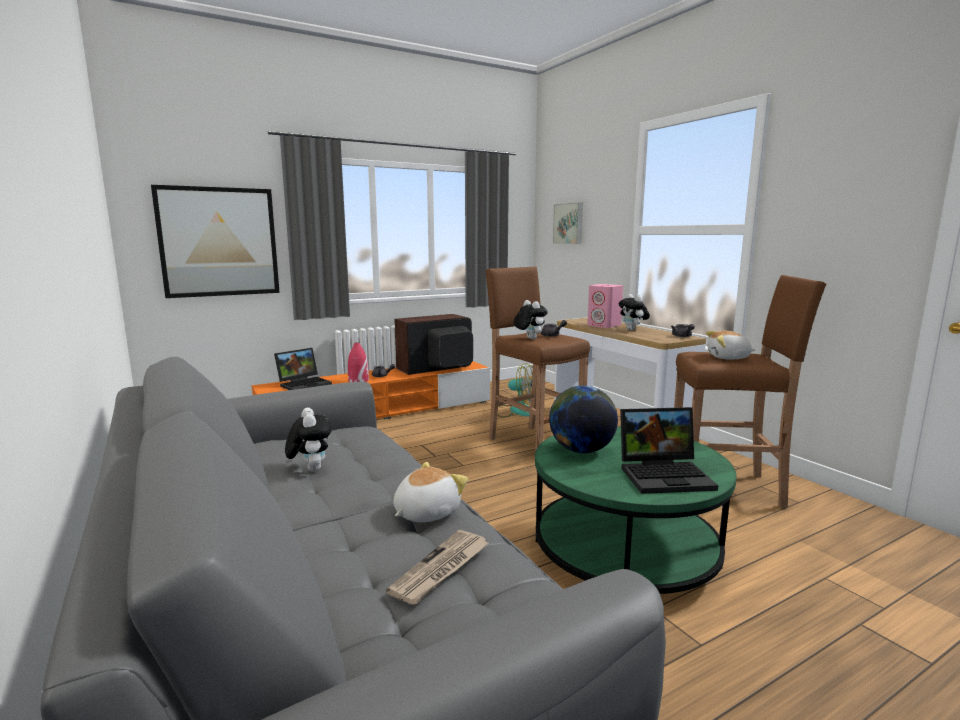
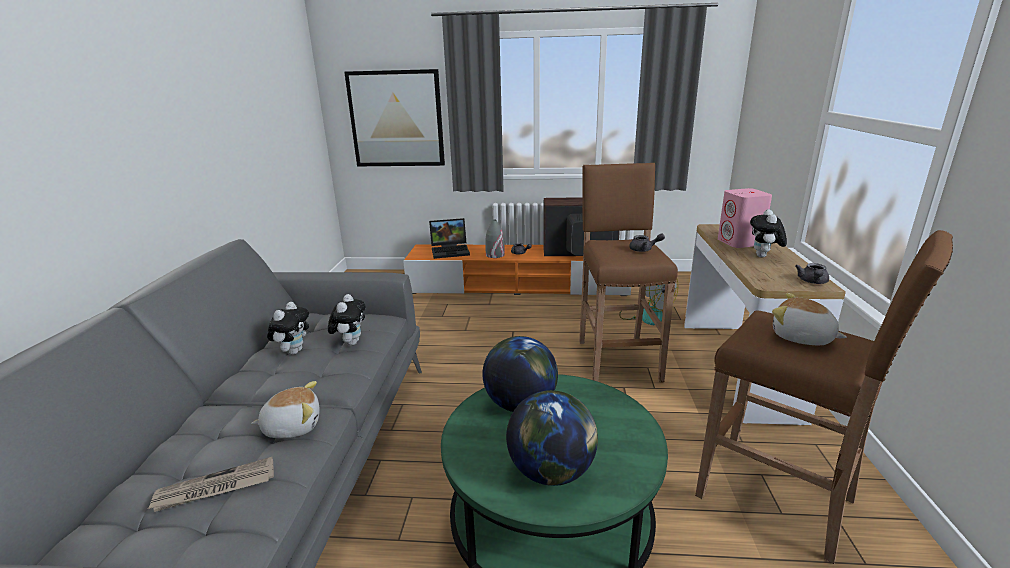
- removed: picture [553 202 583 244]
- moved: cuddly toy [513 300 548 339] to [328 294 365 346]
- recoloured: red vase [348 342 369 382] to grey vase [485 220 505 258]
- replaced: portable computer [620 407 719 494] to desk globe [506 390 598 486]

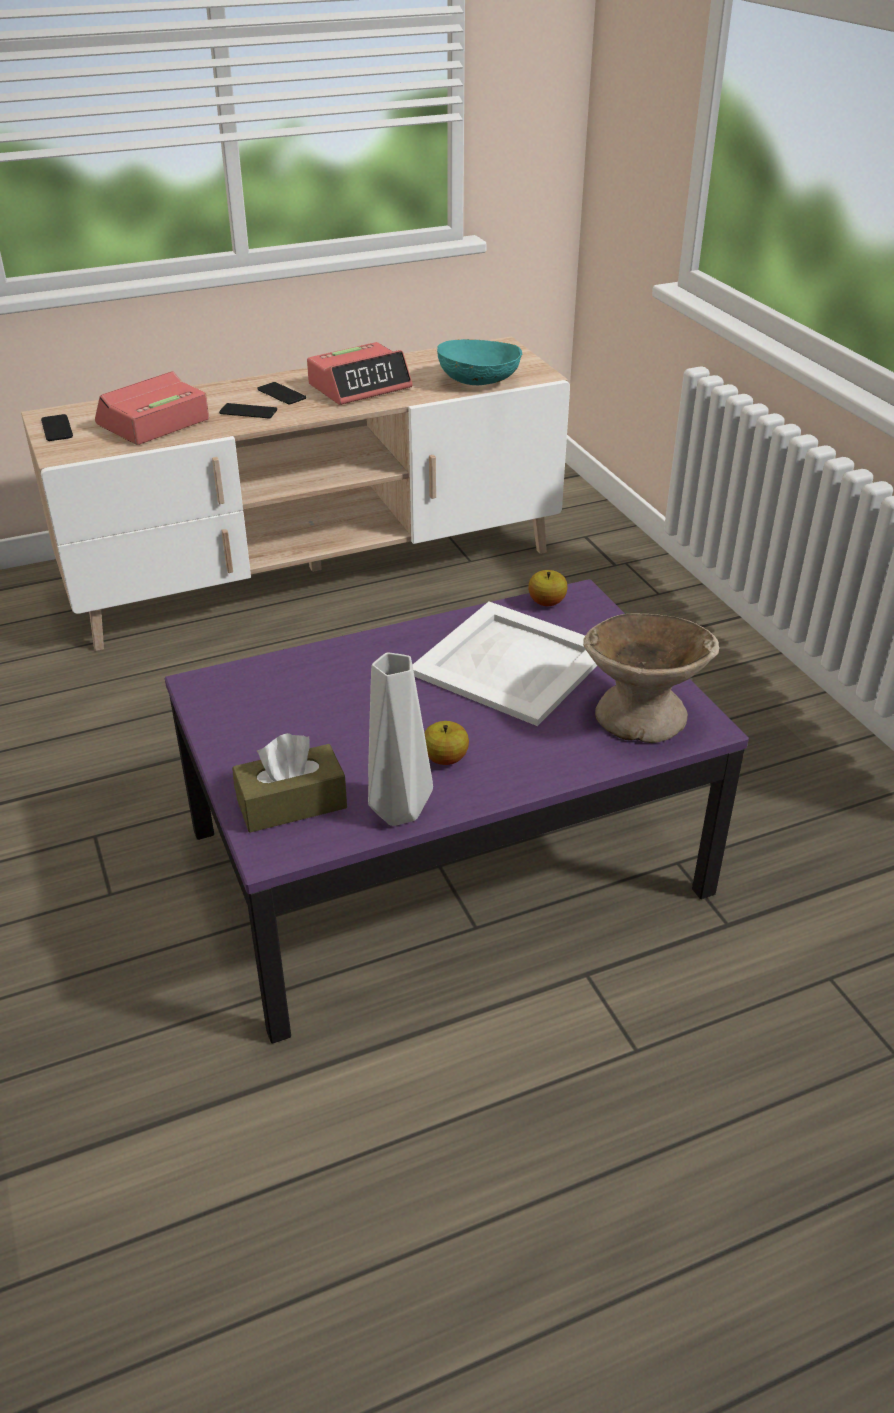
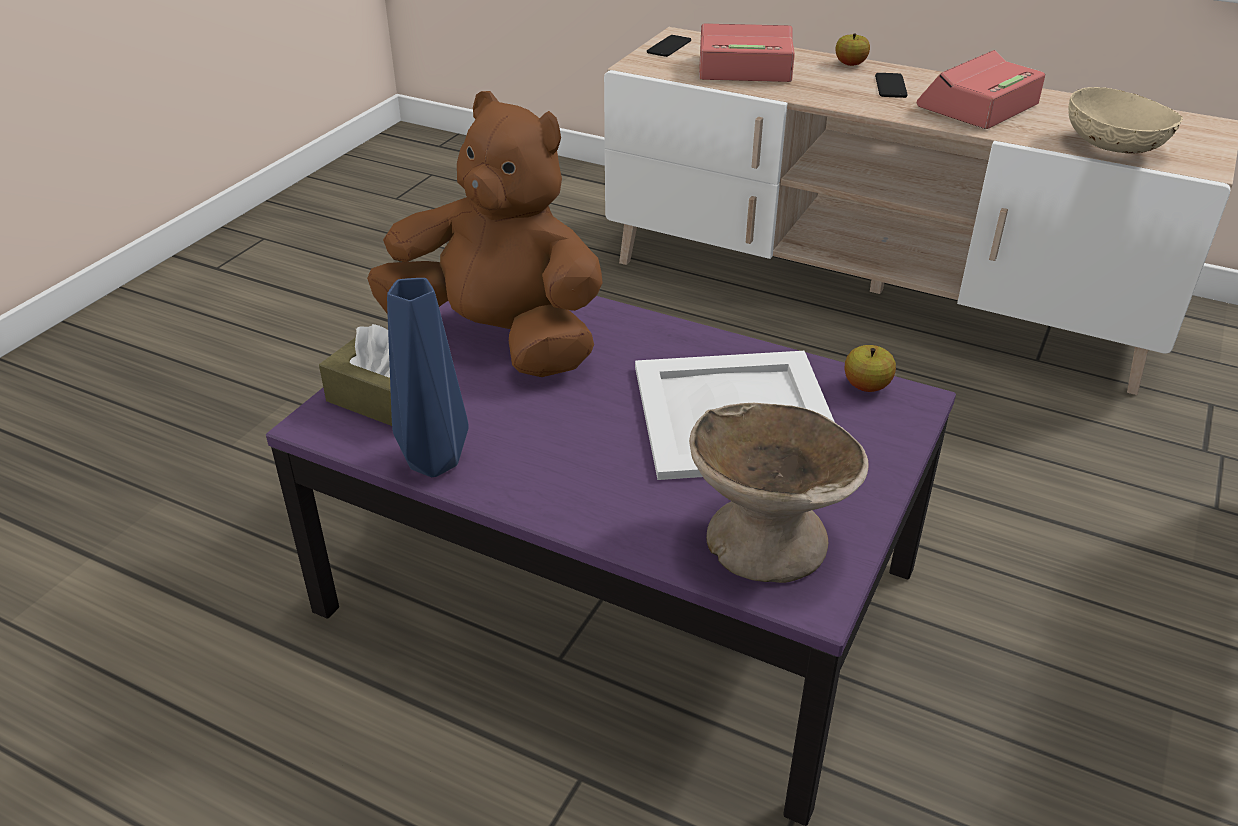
- recoloured: blue-green serving bowl [437 339 523 385] to beige-coloured serving bowl [1068 87 1183 153]
- turned: bedside clock [307 342 413 405] = [917 50 1045 129] 120 degrees clockwise
- removed: phone [219 403 277 419]
- recoloured: grey vase [368 653 433 826] to blue-coloured vase [387 278 469 477]
- moved: apple fruit [424 721 469 765] to [835 34 870 66]
- added: brown-coloured cuddly toy [367 91 603 377]

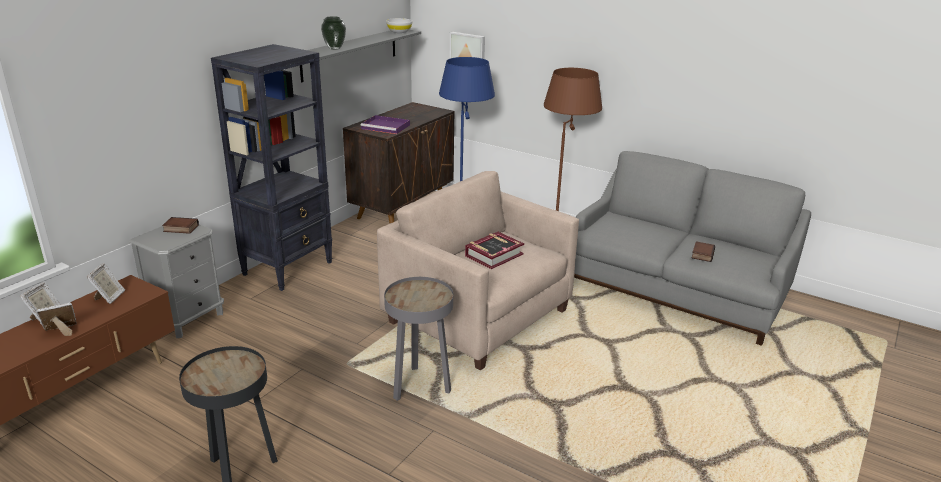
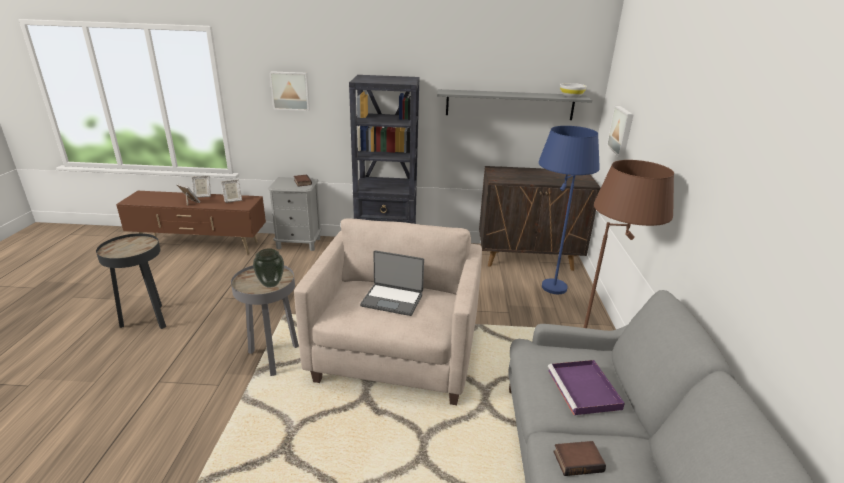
- moved: vase [321 16 346 50] to [253 248 284 288]
- moved: purple-coloured tray [361 115 410 134] to [548 360 625 415]
- replaced: volume [465 232 524 269] to portable computer [360 250 424 316]
- added: picture [269 71 310 111]

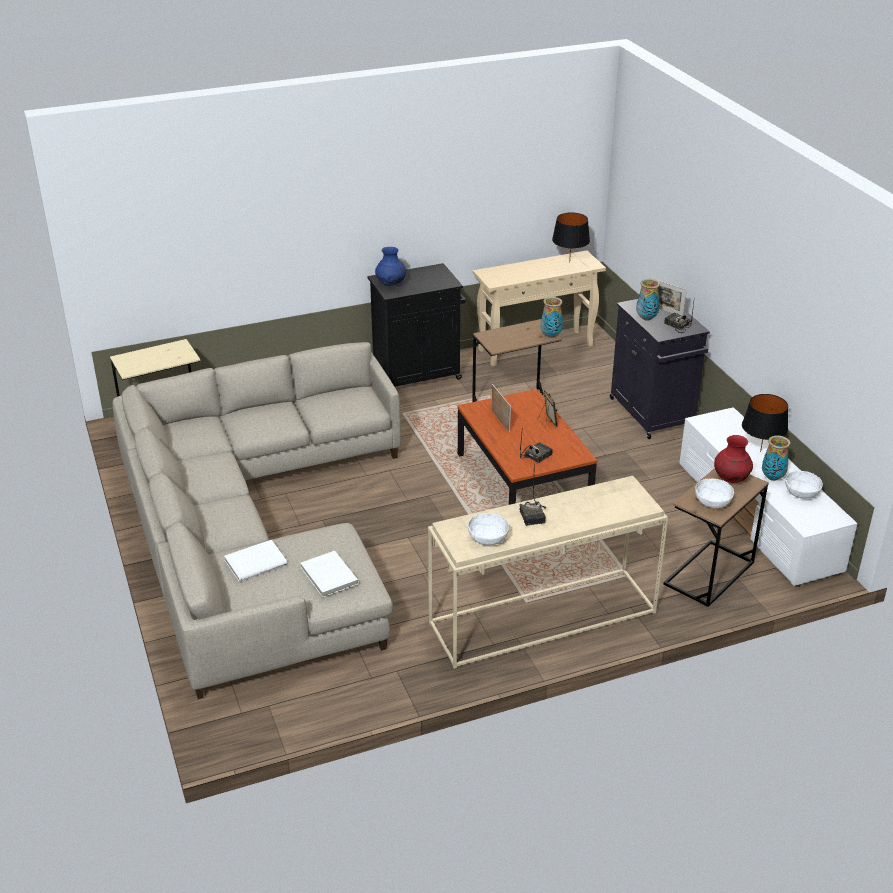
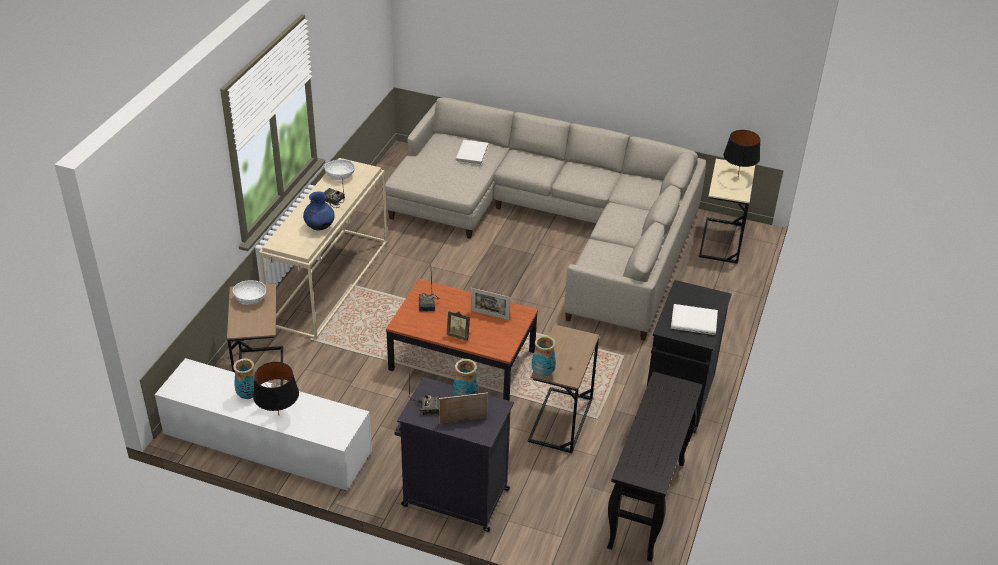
- moved: black tabletop lamp [552 212 590 263] to [723 130 760 176]
- moved: blue-coloured vase [375 247 406 286] to [303 192 335 231]
- recoloured: beige-coloured narrow table [473 250 606 367] to black narrow table [607 372 702 562]
- removed: red vase [714 435 753 483]
- removed: whitish serving bowl [785 471 823 499]
- moved: whitish volume [301 551 359 597] to [671 304 718 335]

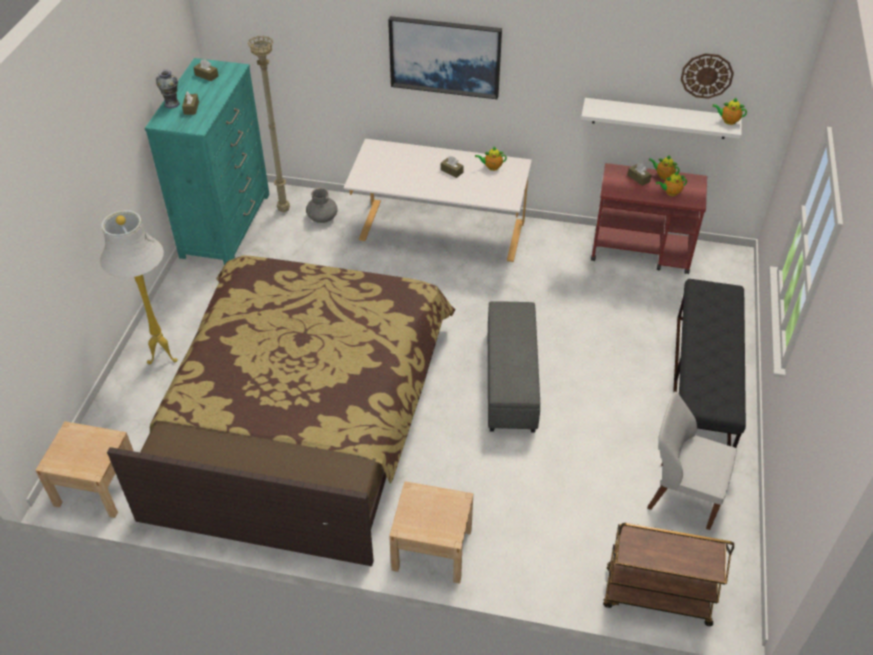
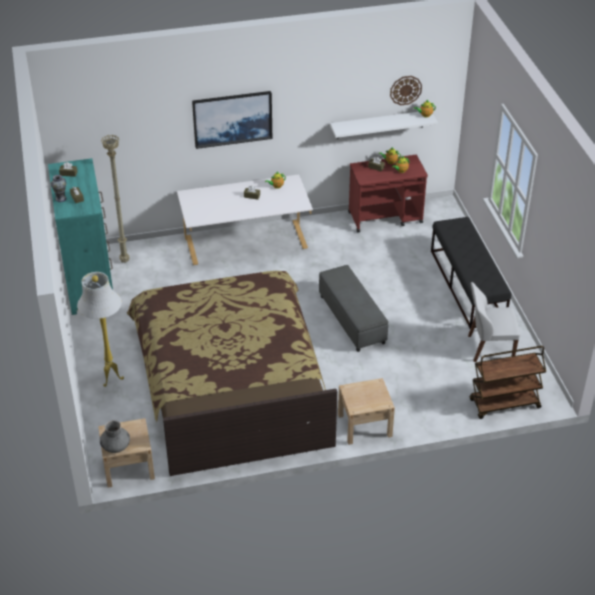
- moved: grey vase [306 188 337 223] to [100 420 130 453]

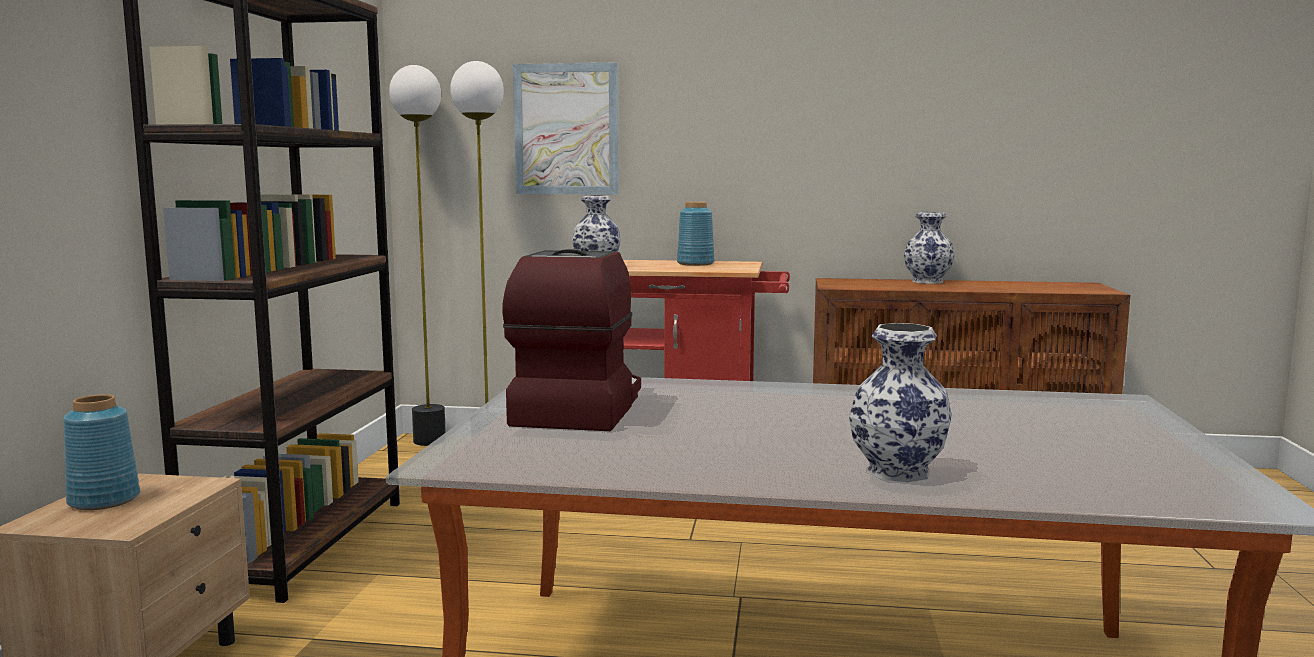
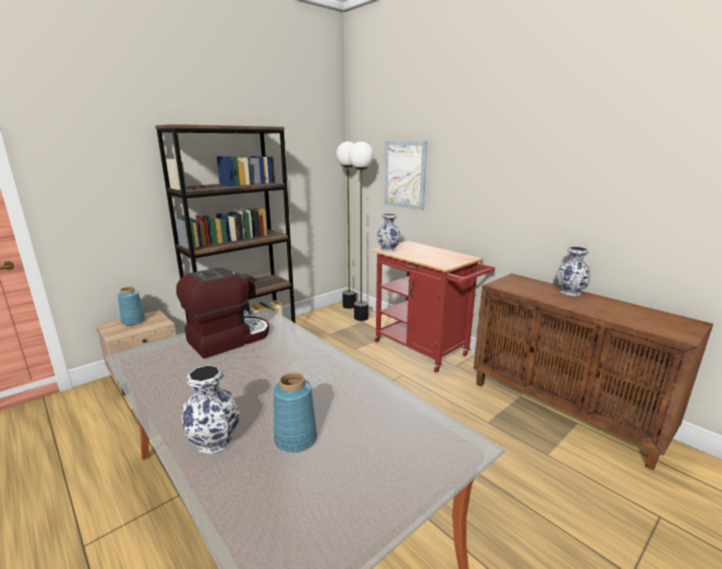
- moved: blue-coloured vase [677 202 714 266] to [273 372 317 452]

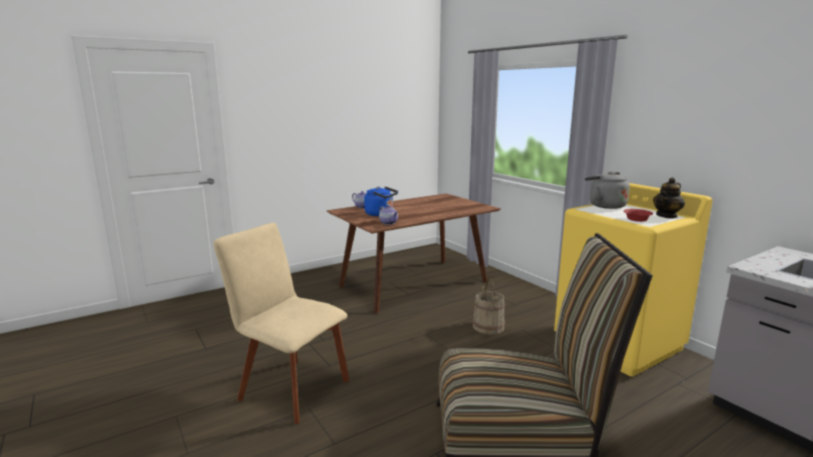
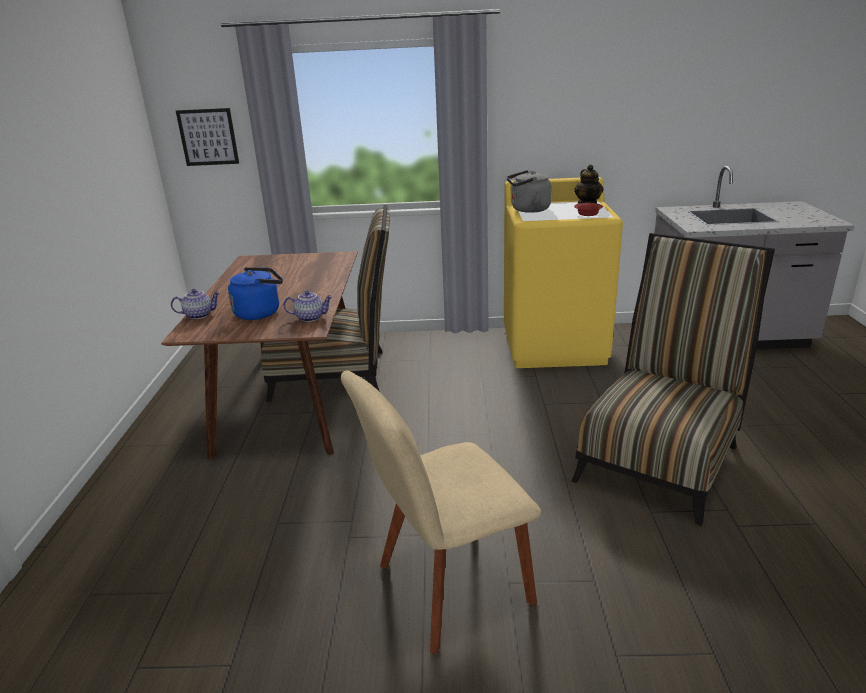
- removed: beige-coloured pail [473 278 505 335]
- added: picture [176 108 239 166]
- added: upright chair [261 205 390 402]

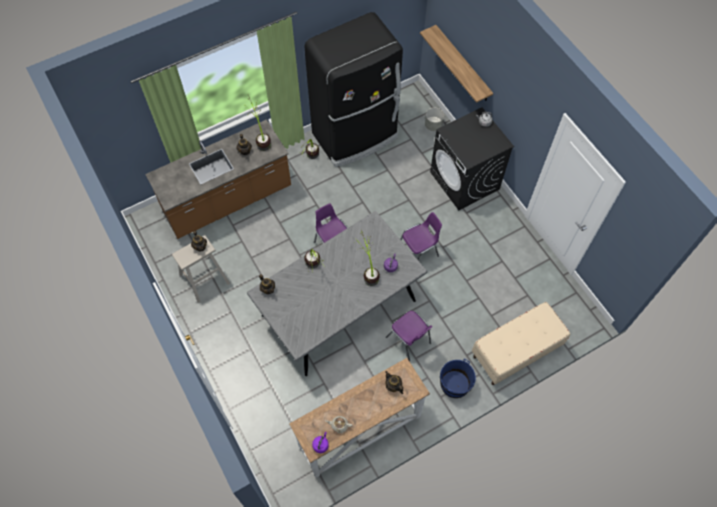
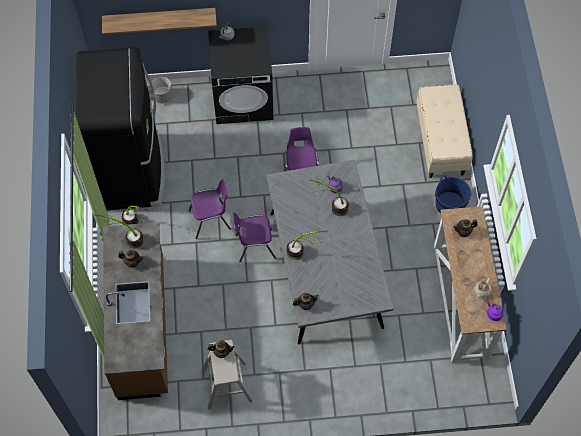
- moved: purple-coloured upright chair [386 311 433 361] to [189 179 231 239]

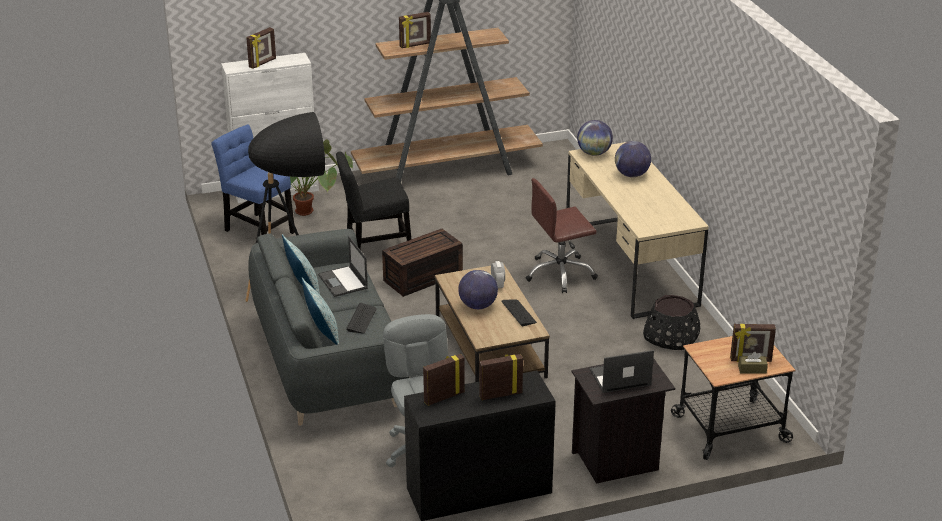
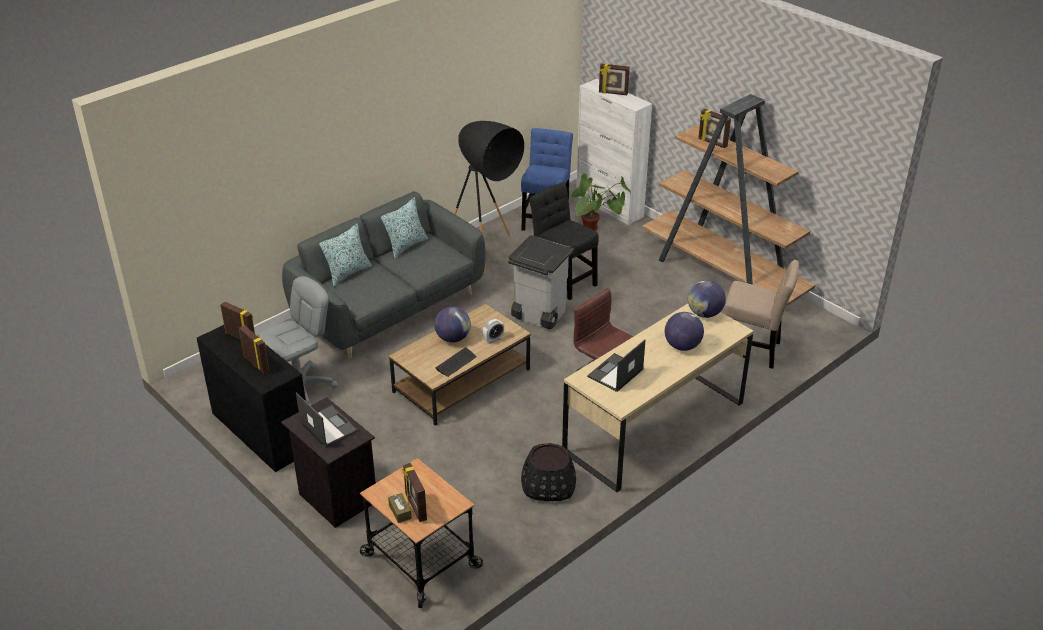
- replaced: brown-coloured storage box [382 229 463 297] to grey waste bin [508 235 574 329]
- moved: portable computer [318 236 368 297] to [587 340 646 392]
- removed: computer keyboard [346 303 377 334]
- added: beige-coloured upright chair [723 260 799 369]

